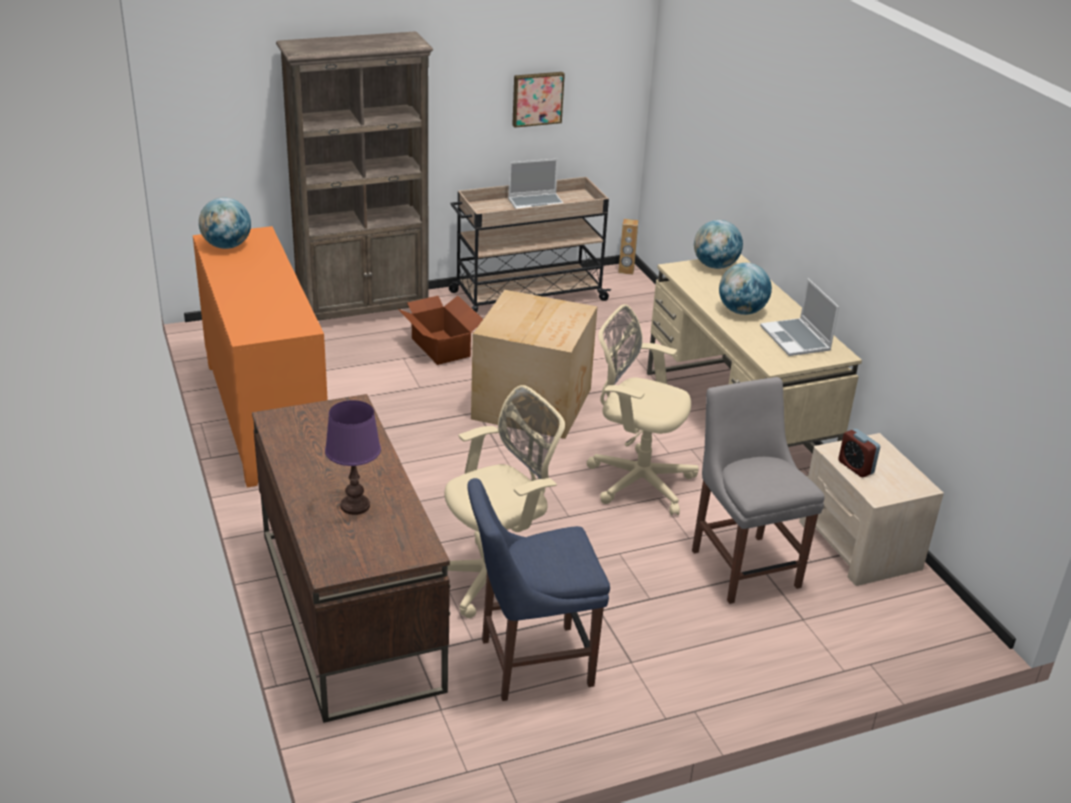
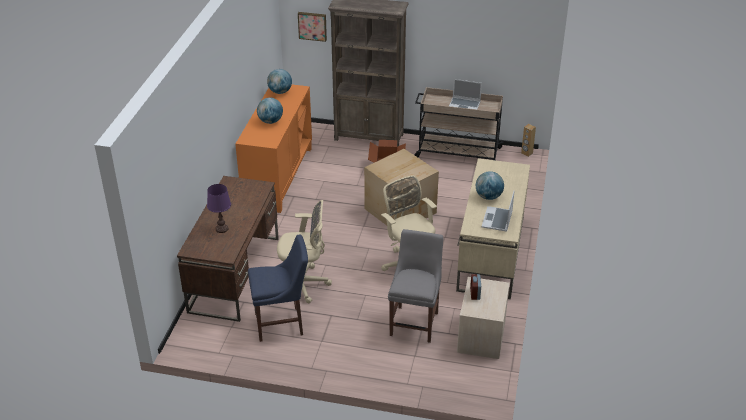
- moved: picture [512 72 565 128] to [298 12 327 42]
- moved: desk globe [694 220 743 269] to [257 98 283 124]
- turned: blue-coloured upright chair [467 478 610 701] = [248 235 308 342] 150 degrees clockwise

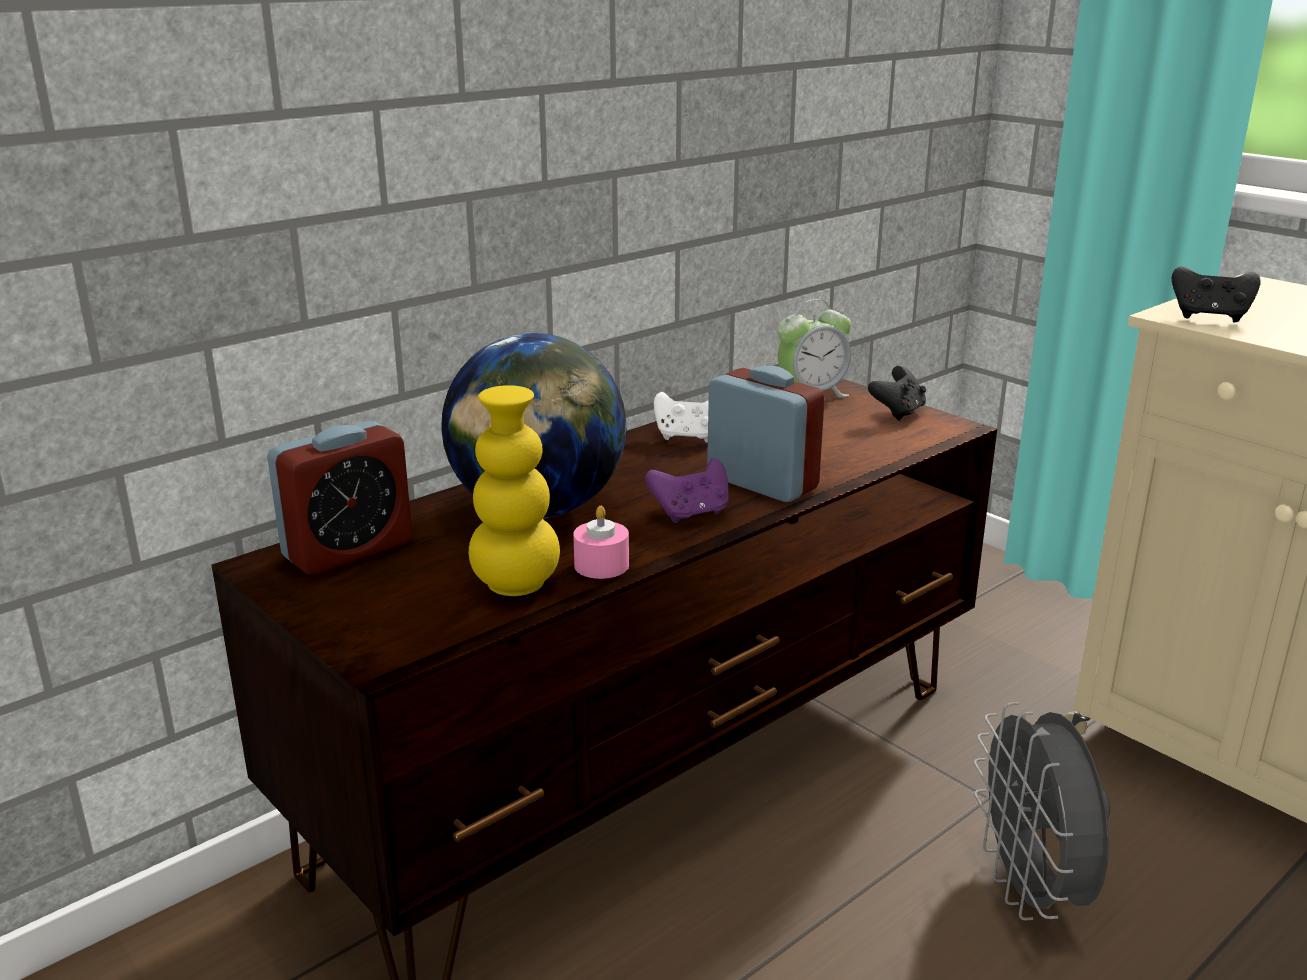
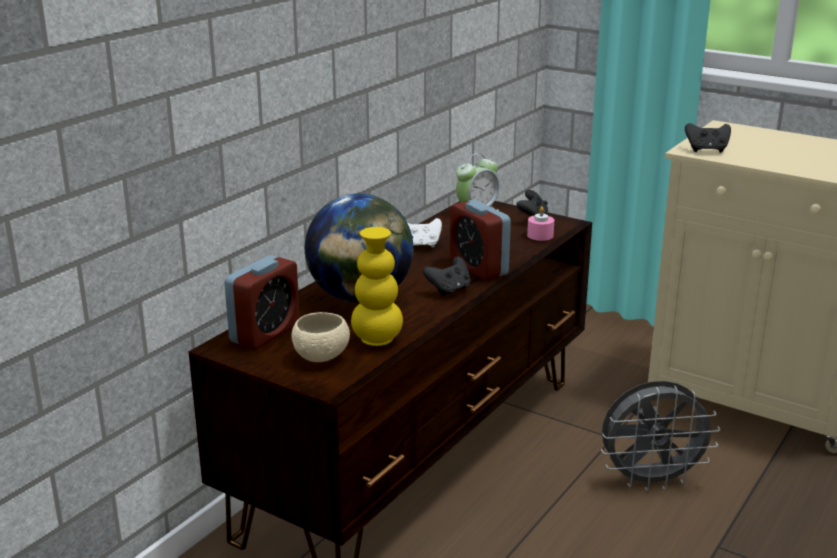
- turned: bedside clock [707 366 825 502] = [450 199 511 280] 150 degrees counterclockwise
- recoloured: purple-coloured gamepad [645 458 728 523] to black gamepad [423 257 471 296]
- moved: pinkish wax light [573 506 629 579] to [527 206 554 241]
- turned: grey electric fan [974 702 1111 920] = [601 381 720 491] 75 degrees counterclockwise
- added: beige-coloured serving bowl [292 312 350 362]

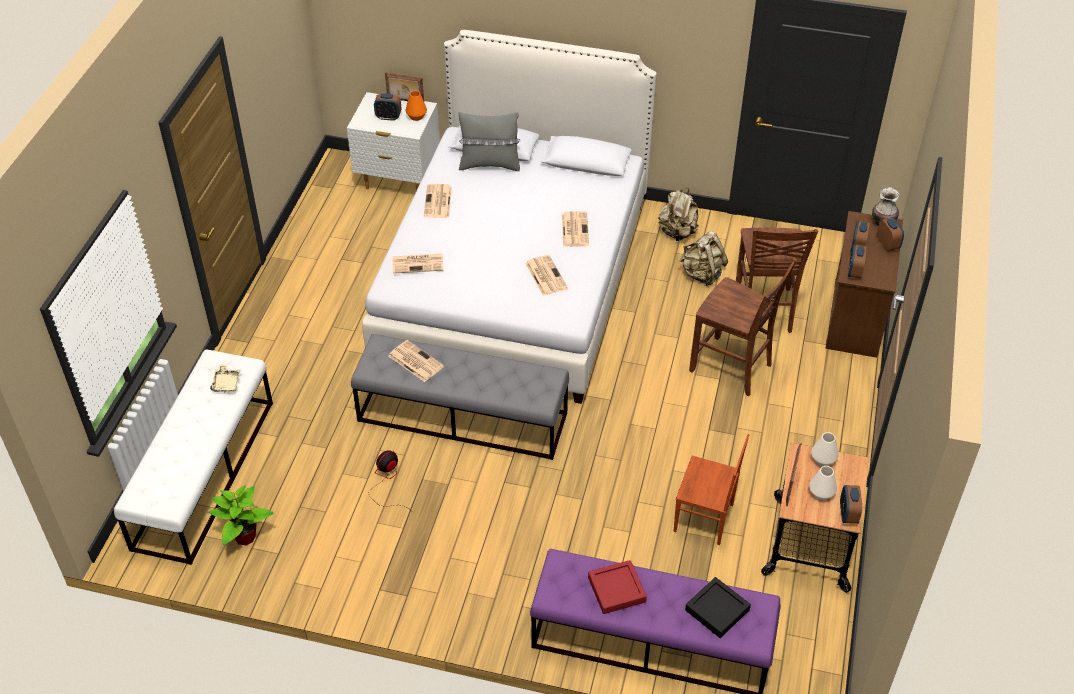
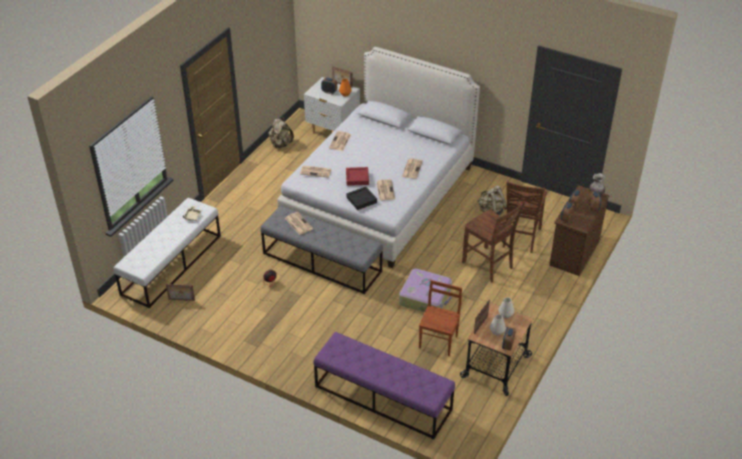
- removed: grey pillow [459 112 521 171]
- moved: beige-coloured rucksack [658 188 699 241] to [268 118 294 148]
- turned: brown-coloured upright chair [673 434 749 545] = [419 280 462 356] 105 degrees counterclockwise
- replaced: potted plant [208 485 274 545] to picture frame [166 284 195 301]
- moved: red tray [588 560 647 614] to [346 167 369 186]
- moved: black tray [685 577 751 638] to [346 187 377 210]
- added: suitcase [399 268 452 313]

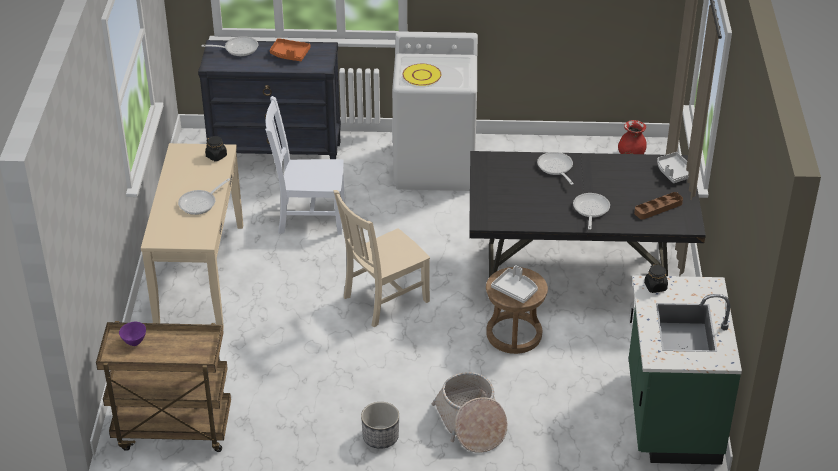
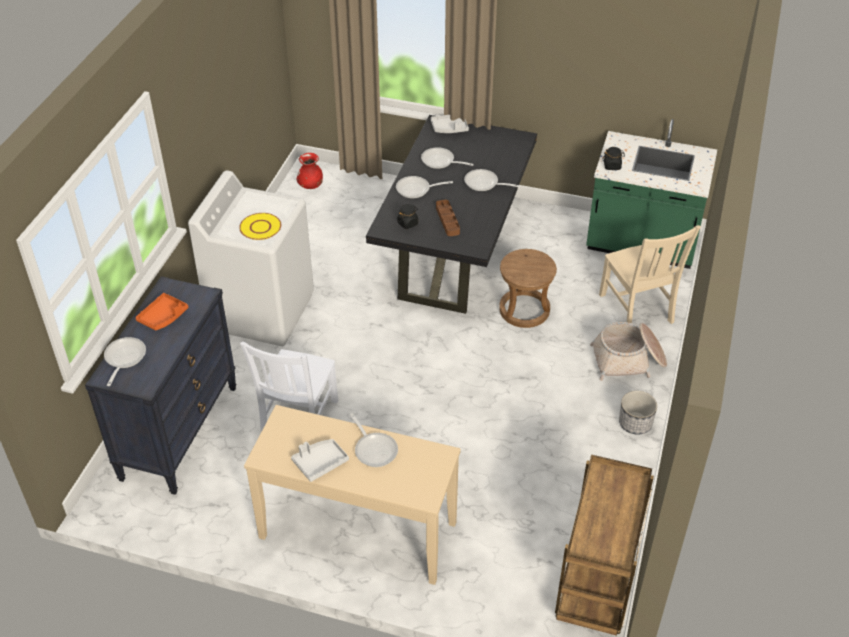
- moved: black jar [205 136 227 161] to [397 204 418 229]
- moved: beige-coloured upright chair [333 190 430 328] to [599 225 701 324]
- moved: brown-coloured tray [634 192 683 220] to [436 200 460 236]
- moved: grey tray [491 265 538 303] to [291 439 349 482]
- removed: purple-coloured serving bowl [119 322 146 346]
- added: skillet [421 147 474 169]

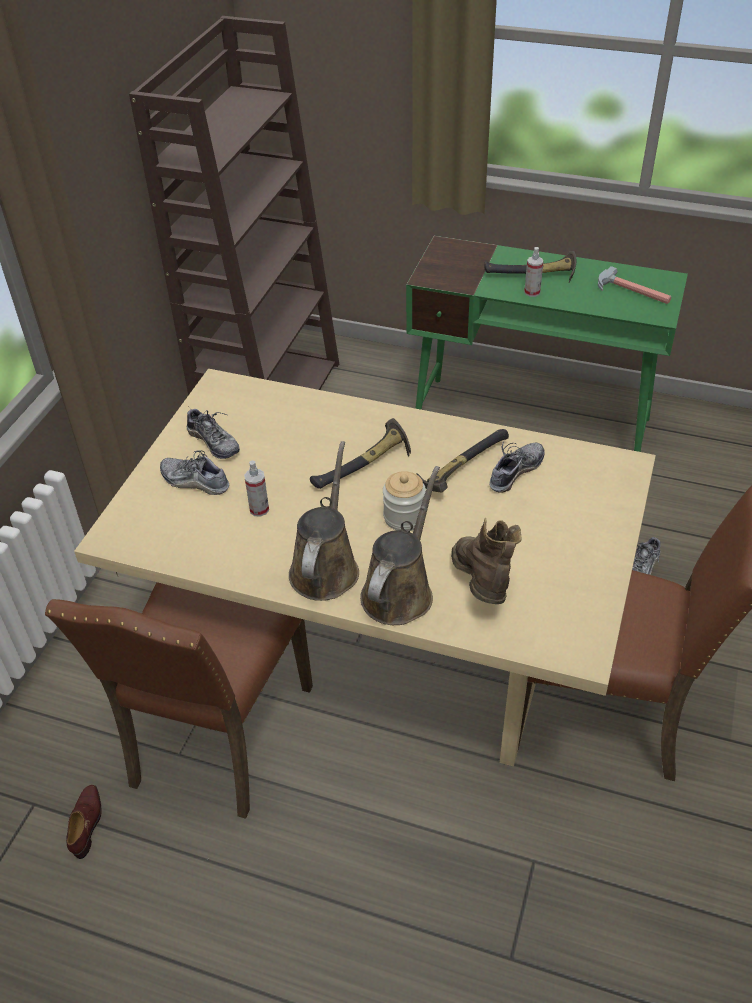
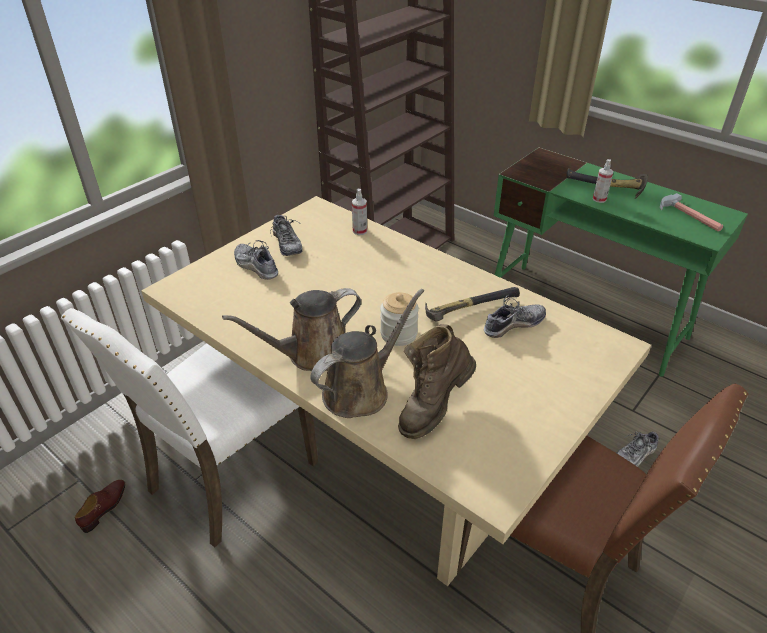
- removed: hammer [310 418 411 489]
- turned: brown-coloured watering can [289 441 359 601] = [222 288 361 371] 150 degrees counterclockwise
- moved: spray bottle [244 461 269 517] to [352 189 367 235]
- turned: brown-coloured high-top boot [451 518 522 604] = [398 324 476 439] 150 degrees counterclockwise
- recoloured: brown-coloured upright chair [45 582 313 819] to whitish upright chair [61 308 318 547]

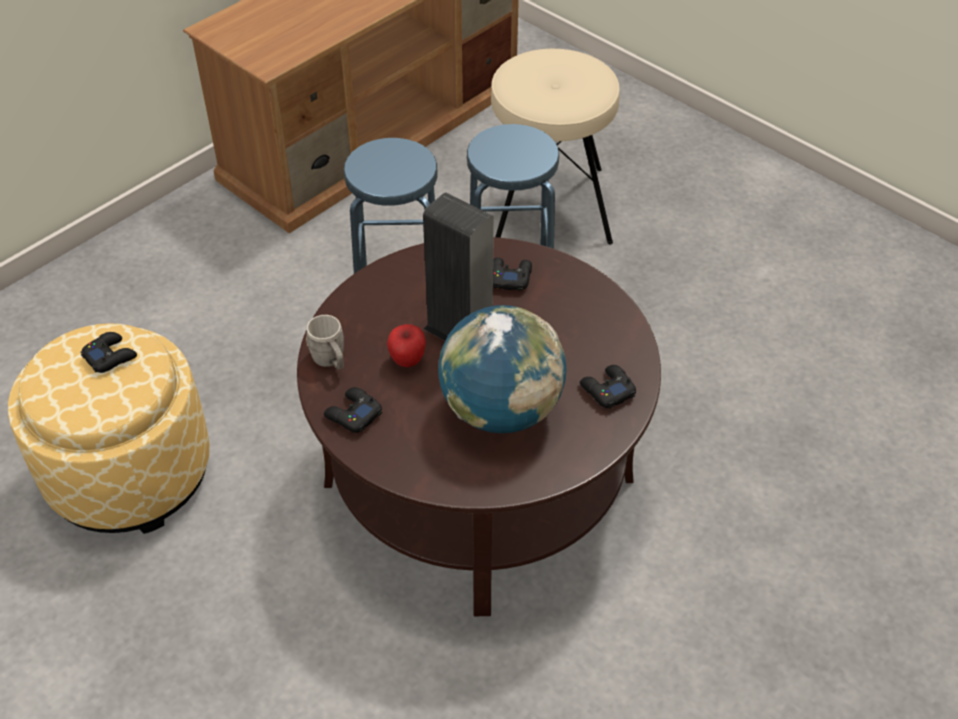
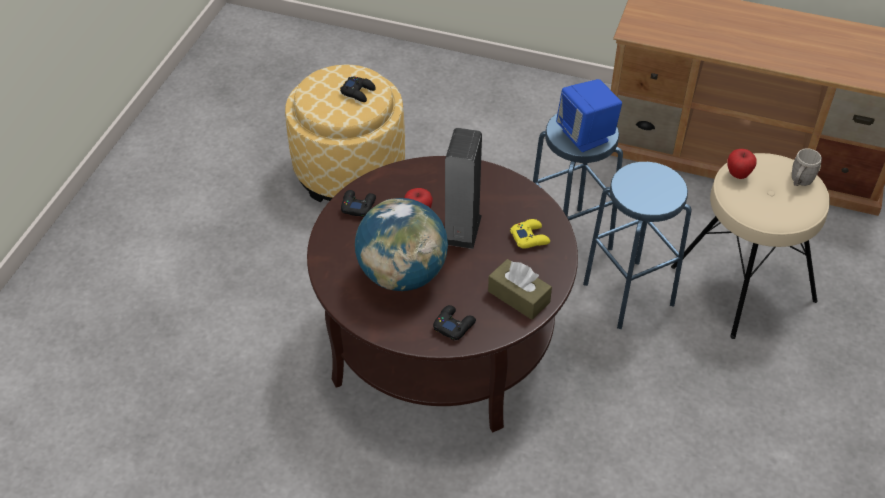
- recoloured: black gamepad [493 257 532 290] to yellow gamepad [510 219 550 249]
- moved: grey coffee mug [306 315 344 370] to [792 148 822 186]
- added: blue-coloured audio speaker [556 79 622 152]
- added: apple fruit [727 149 757 179]
- added: brown-coloured box of tissues [488 259 552 320]

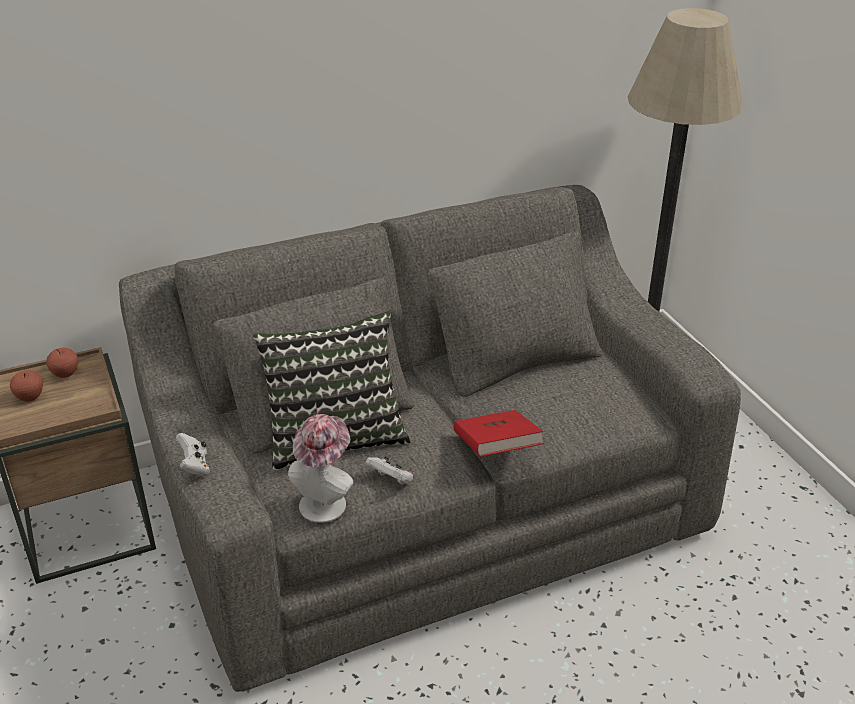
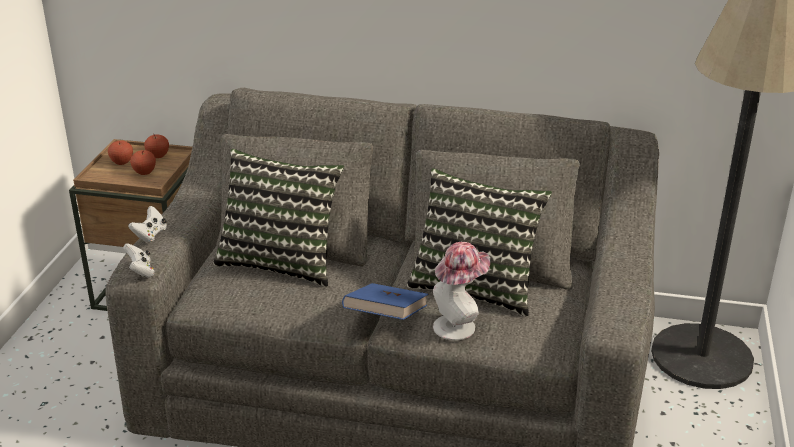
- recoloured: red volume [453 410 544 457] to blue-coloured volume [342 283 428 320]
- moved: wearable hat [288 414 354 523] to [433 242 490 341]
- moved: whitish gamepad [365 456 413 485] to [123 243 155 278]
- added: apple fruit [130 150 156 175]
- added: pillow [407 168 552 317]

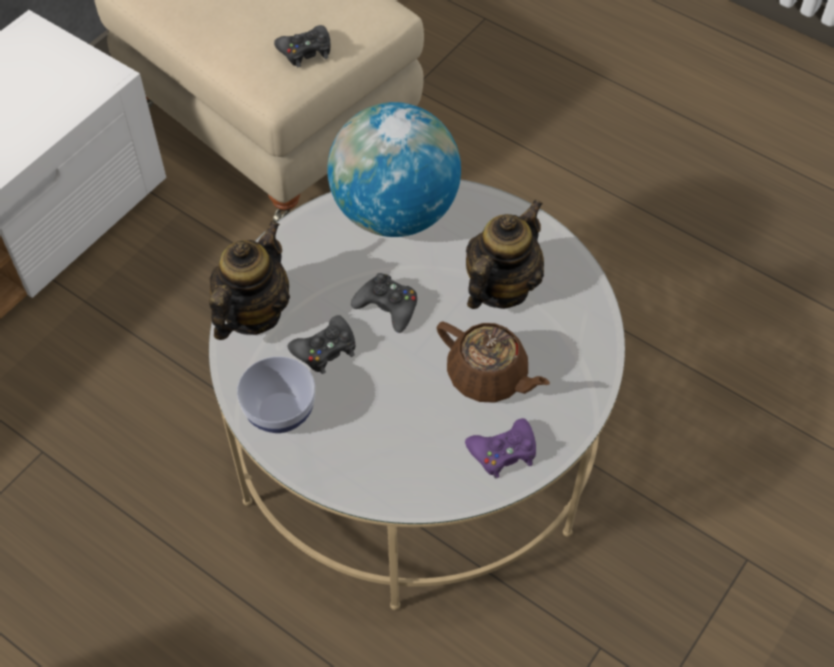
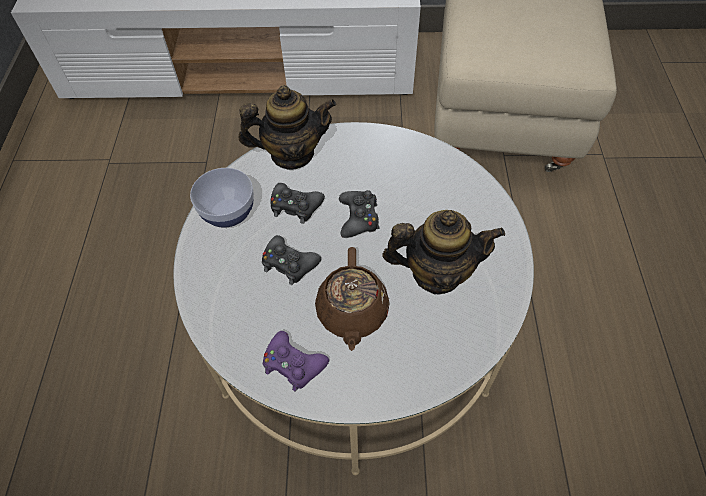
- moved: black gamepad [274 25 330 67] to [262 235 321 285]
- removed: desk globe [328 102 461 237]

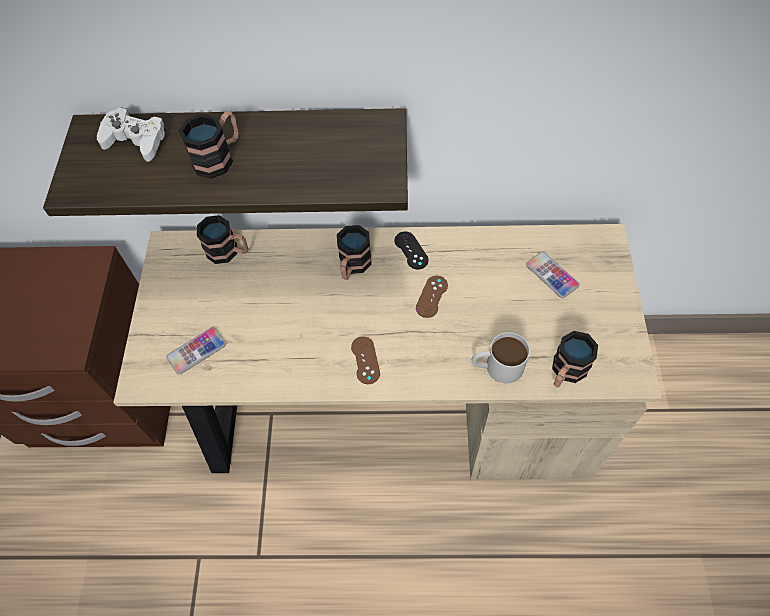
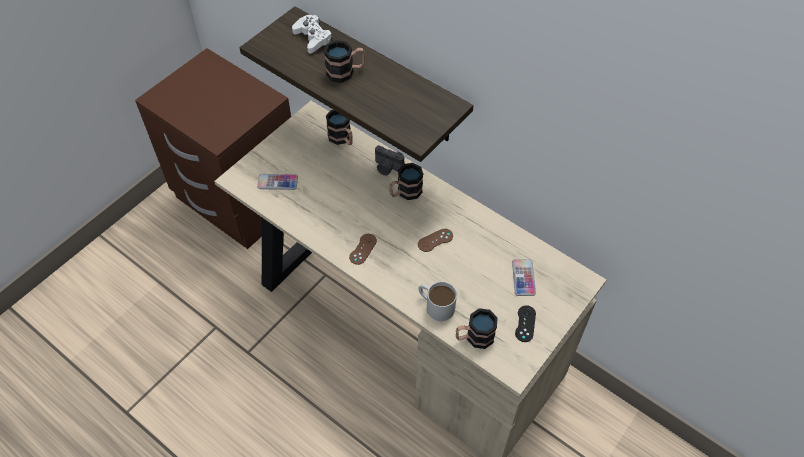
- moved: black gamepad [395 232 429 270] to [515 305 536 342]
- added: still camera [375 145 404 176]

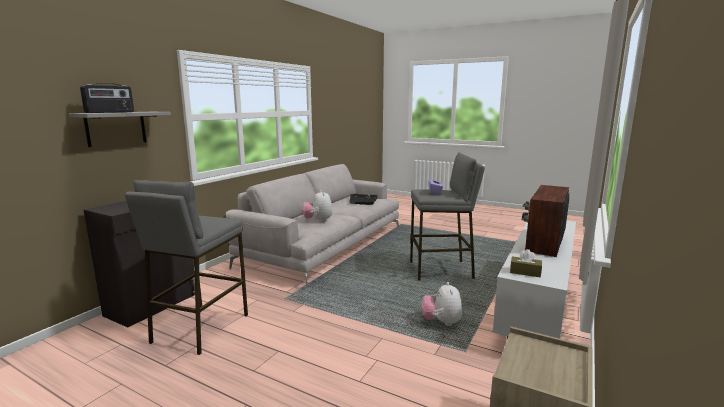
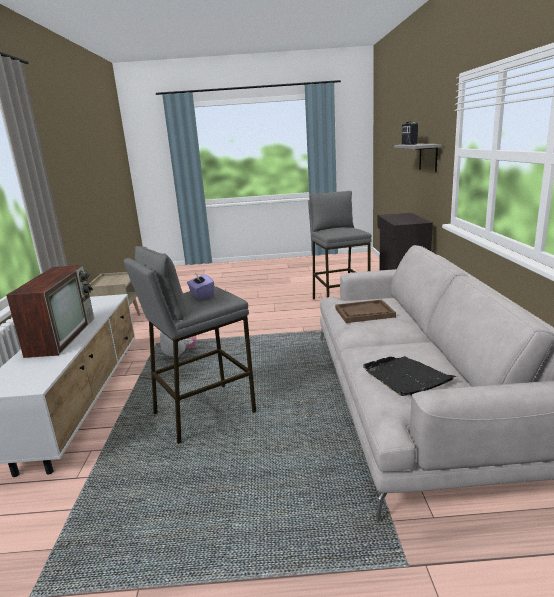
- replaced: cuddly toy [302 190 333 222] to brown-coloured tray [335 300 396 323]
- removed: brown-coloured box of tissues [510 249 542 277]

